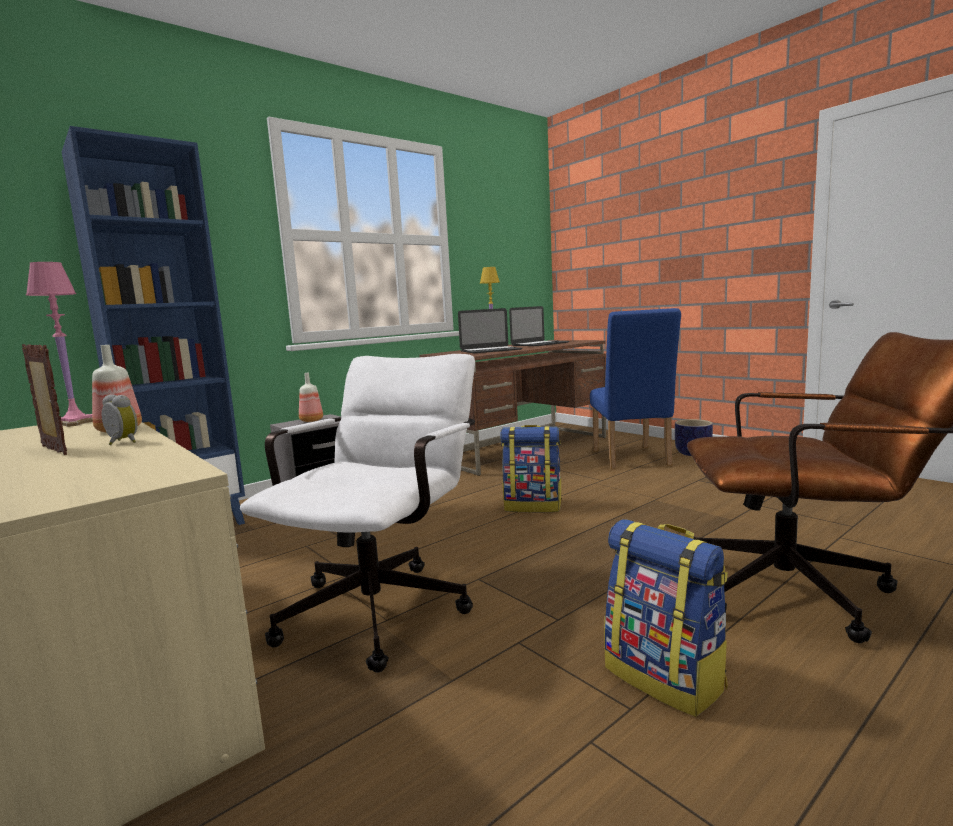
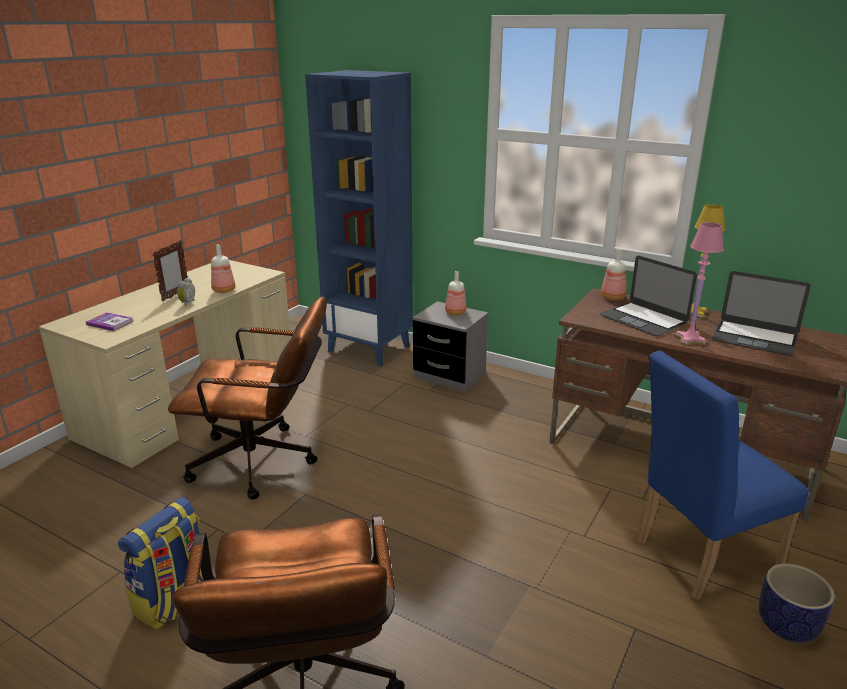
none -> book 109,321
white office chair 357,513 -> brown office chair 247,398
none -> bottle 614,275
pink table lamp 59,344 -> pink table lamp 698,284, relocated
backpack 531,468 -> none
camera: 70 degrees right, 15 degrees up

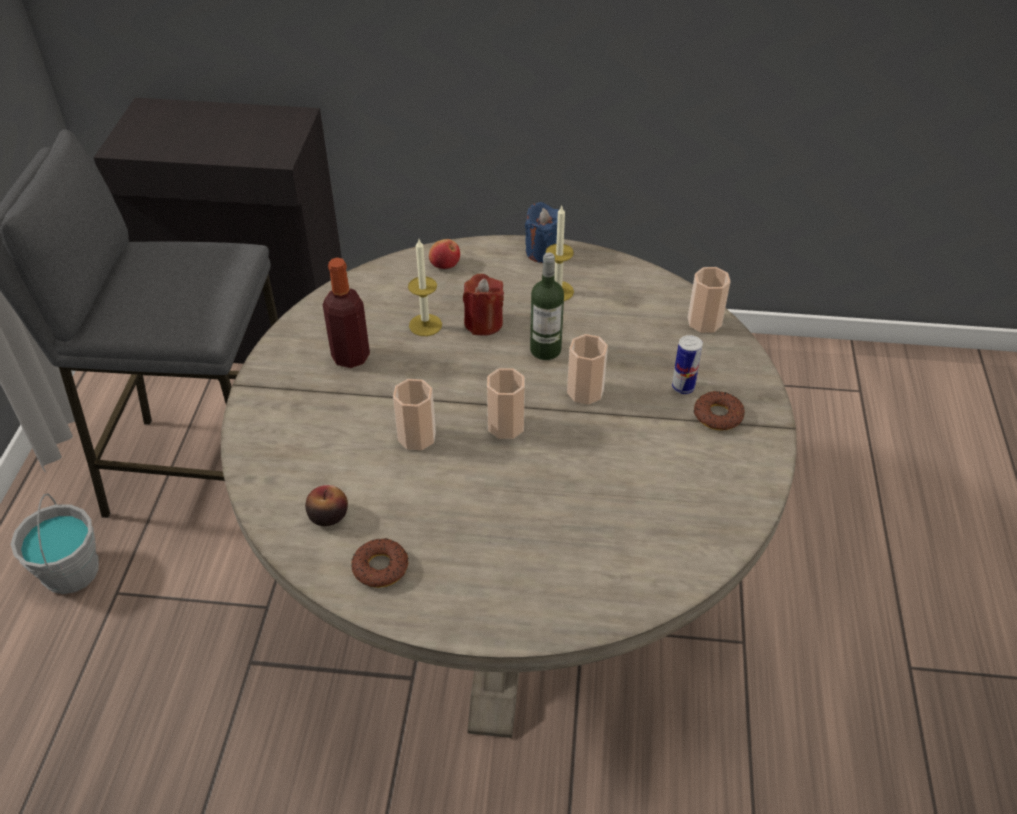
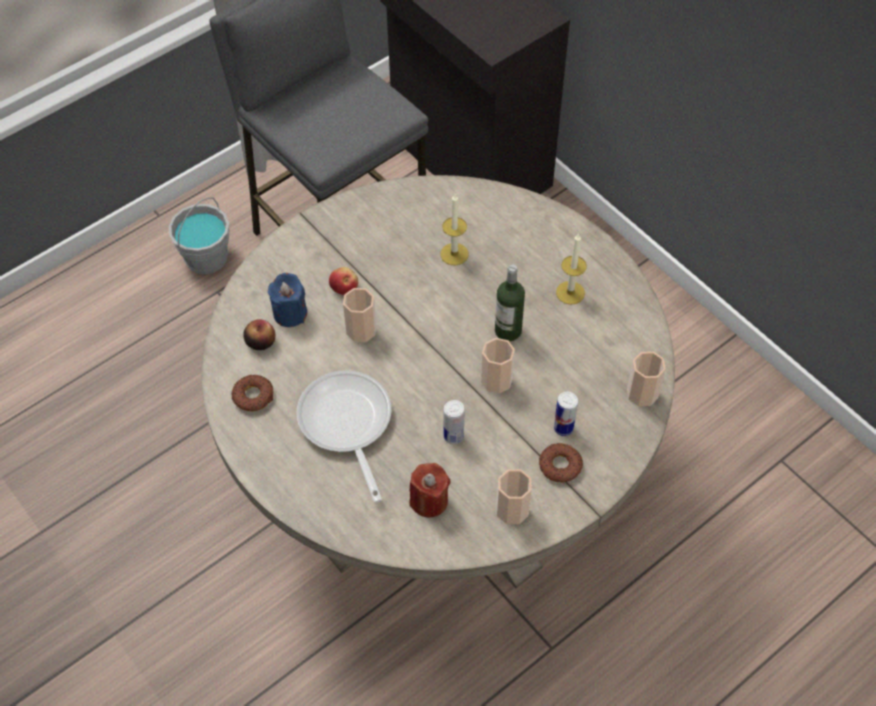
blue candle 542,232 -> blue candle 287,300, relocated
none -> frying pan 344,436
apple 444,254 -> apple 343,281, relocated
red candle 483,305 -> red candle 430,490, relocated
none -> can 454,422
cup 506,403 -> cup 514,496, relocated
bottle 346,313 -> none
camera: 45 degrees right, 10 degrees up

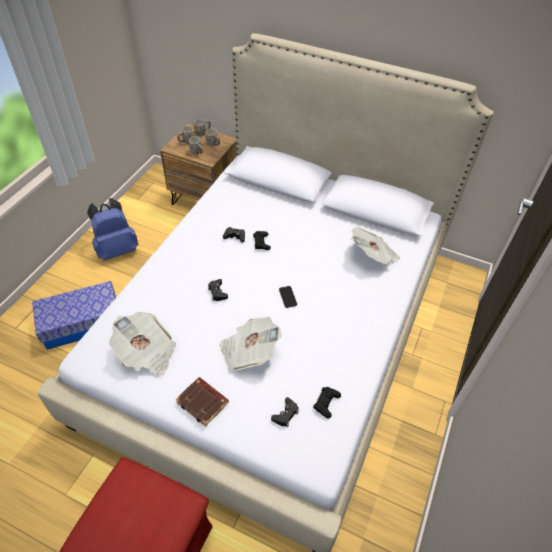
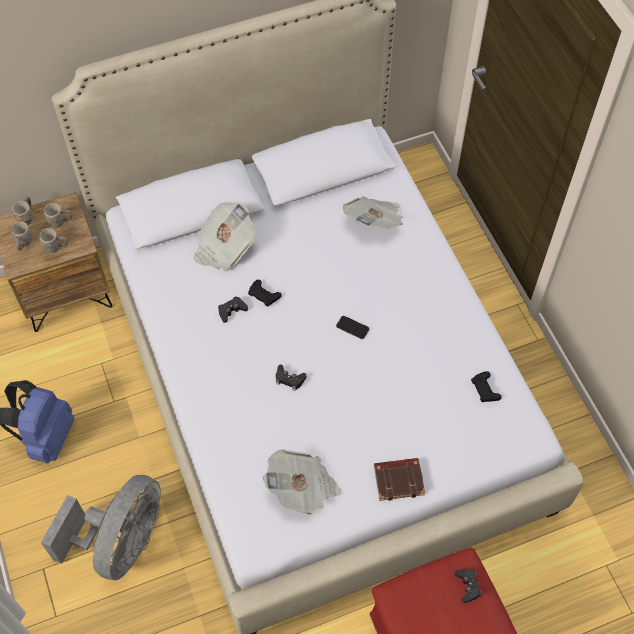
storage box 74,315 -> grey fan 101,527
newspaper 250,343 -> newspaper 225,237, relocated
black game controller 285,412 -> black game controller 468,586, relocated
camera: 45 degrees left, 10 degrees up

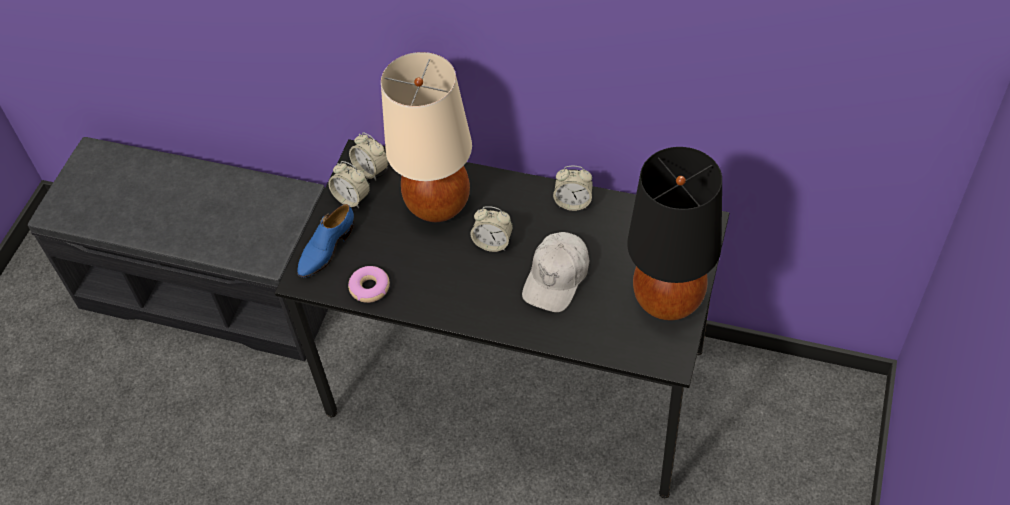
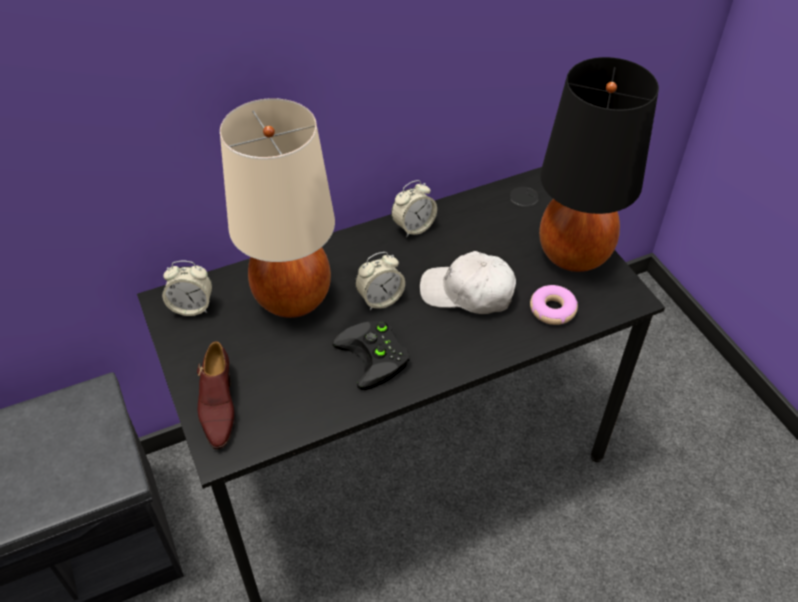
blue shoe 325,241 -> brown shoe 216,395
none -> black game controller 370,355
white cap 555,272 -> white cap 468,282, 120 degrees clockwise
donut 369,284 -> donut 554,305, relocated
alarm clock 349,184 -> none
camera: 45 degrees left, 5 degrees down

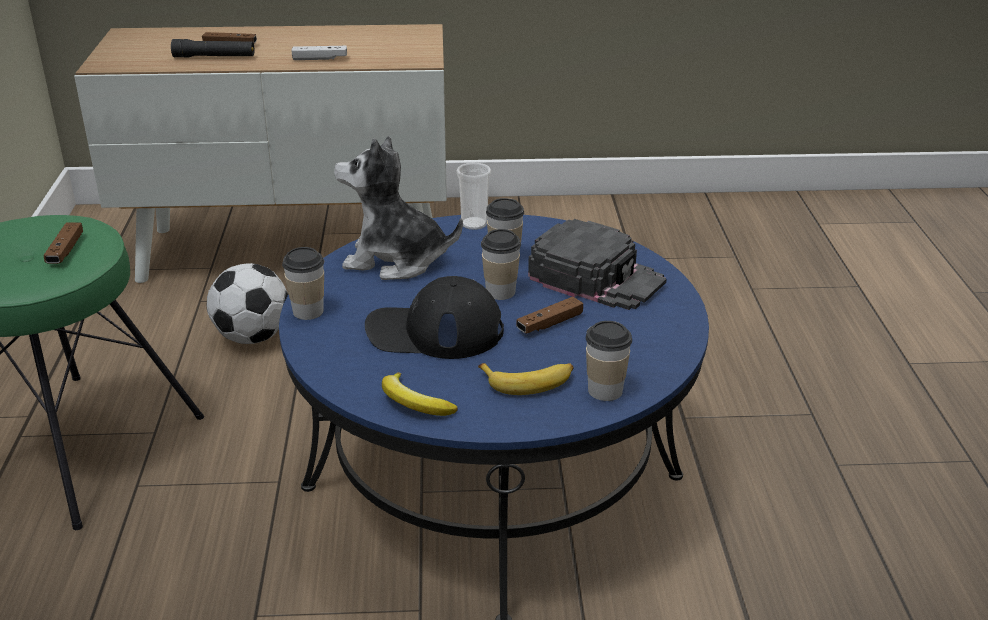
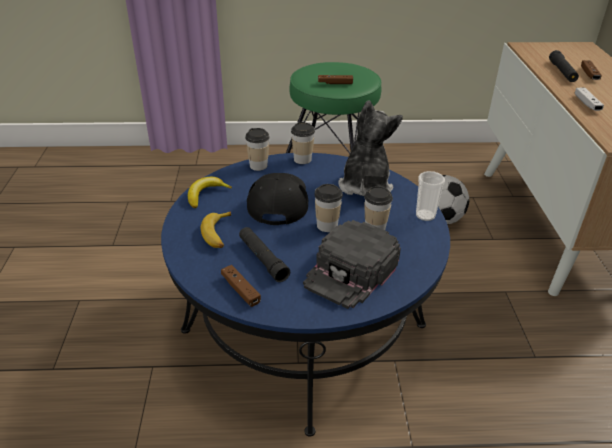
brown game controller 549,315 -> brown game controller 241,286, relocated
none -> black flashlight 264,254
cup 609,361 -> cup 257,149, relocated
camera: 90 degrees right, 5 degrees up

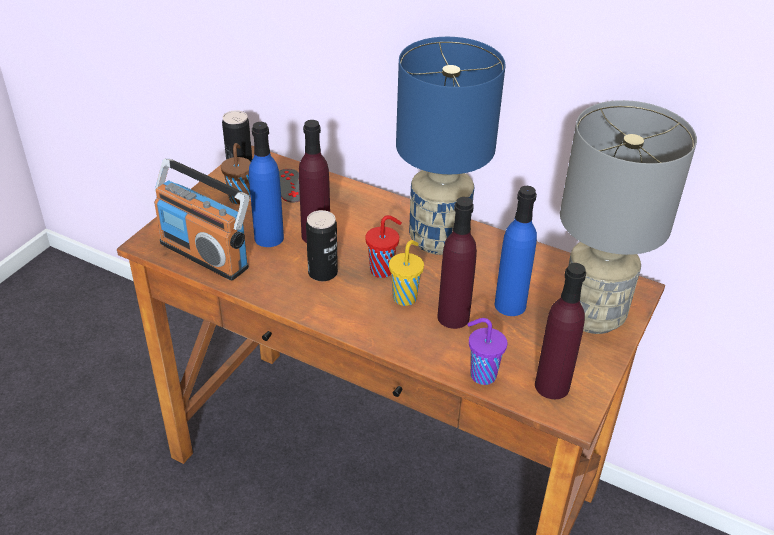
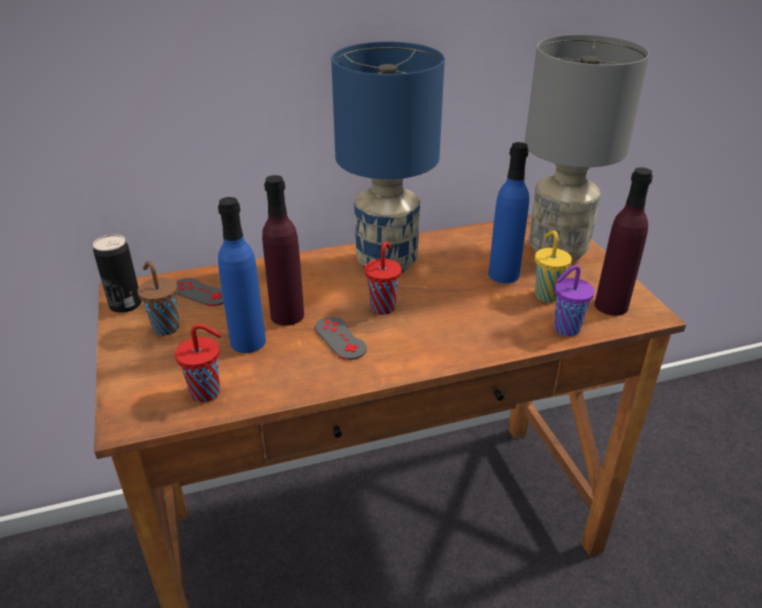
radio 202,220 -> red cup 198,363
can 322,245 -> grey game controller 341,338
yellow cup 406,273 -> yellow cup 553,266, relocated
purple bottle 457,263 -> none
camera: 45 degrees left, 5 degrees down

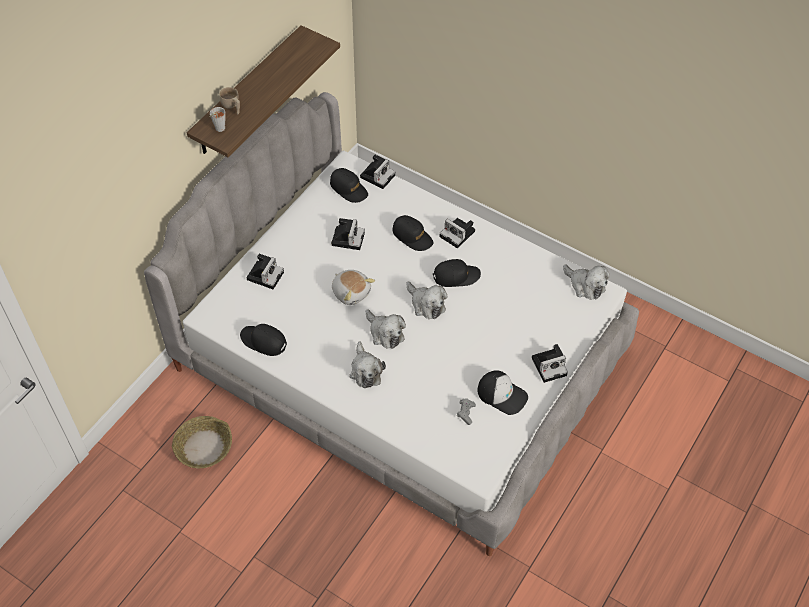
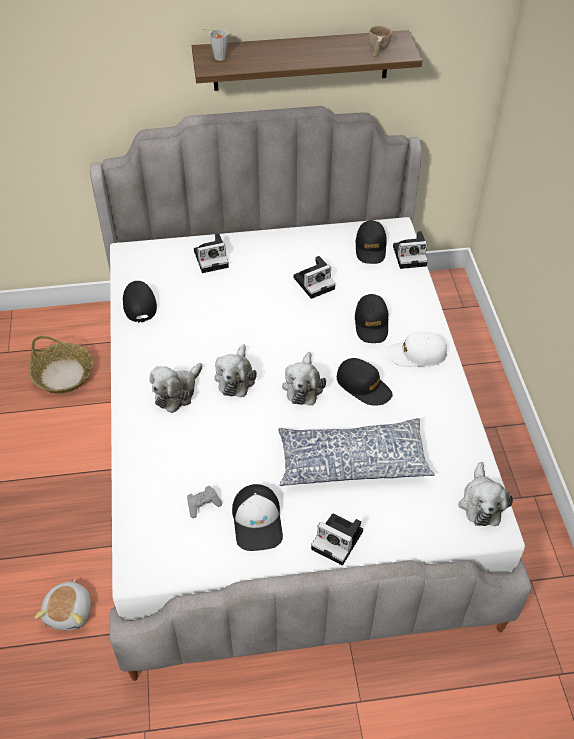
plush toy 353,287 -> plush toy 62,604, relocated
none -> pillow 356,452
beige cup 229,100 -> beige cup 380,41, relocated
photo camera 457,233 -> white cap 416,349
camera: 50 degrees right, 5 degrees down

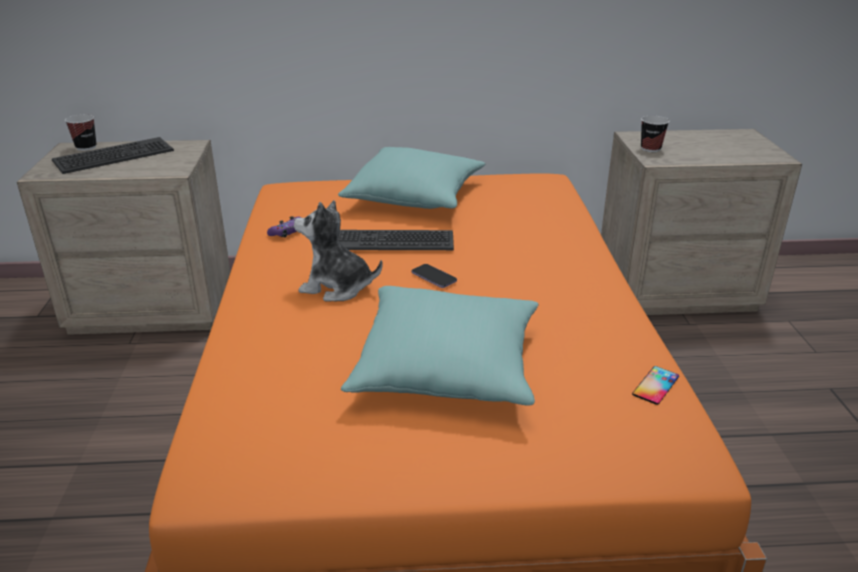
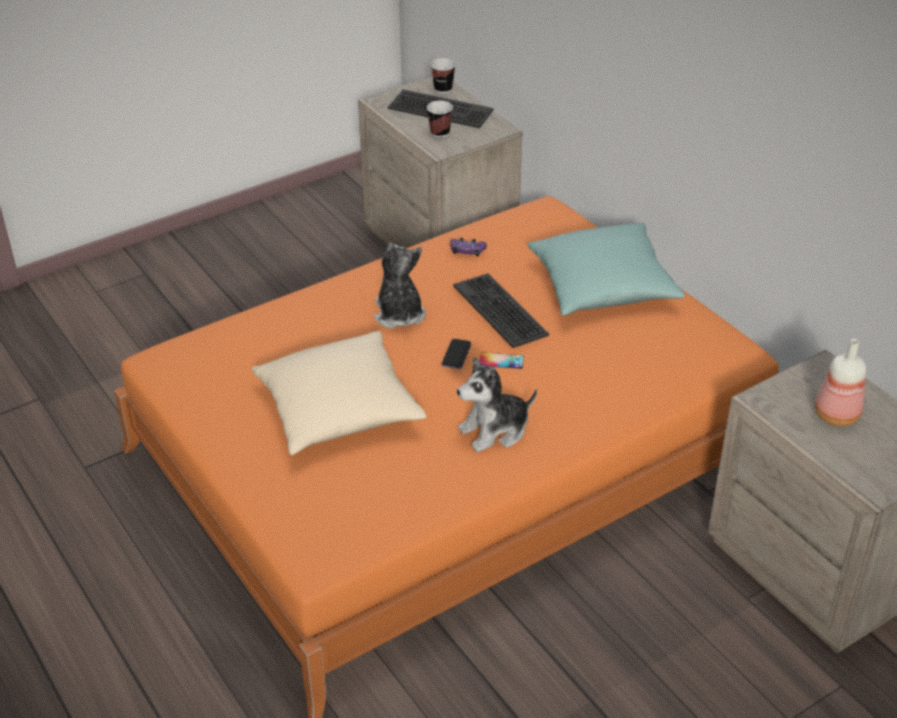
turquoise pillow 440,346 -> beige pillow 339,393
cup 655,134 -> cup 440,119, relocated
none -> plush toy 497,404
phone 655,385 -> phone 502,360, relocated
none -> bottle 840,382
camera: 60 degrees right, 10 degrees up

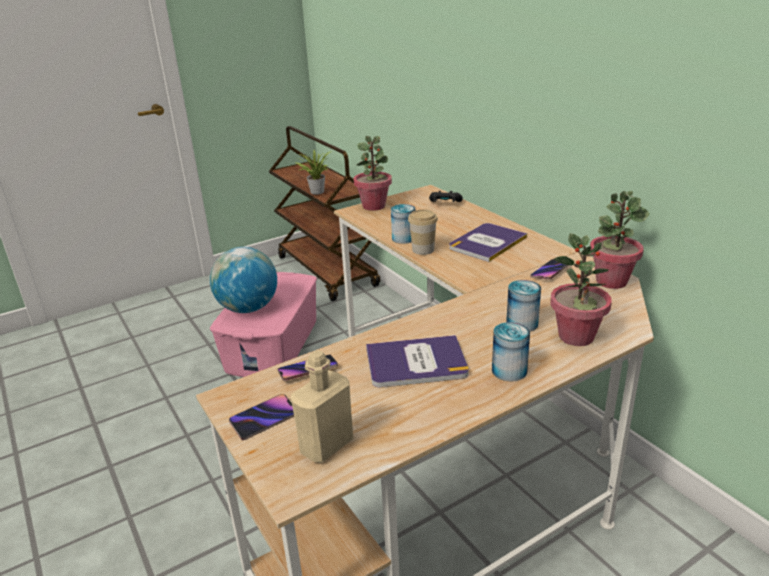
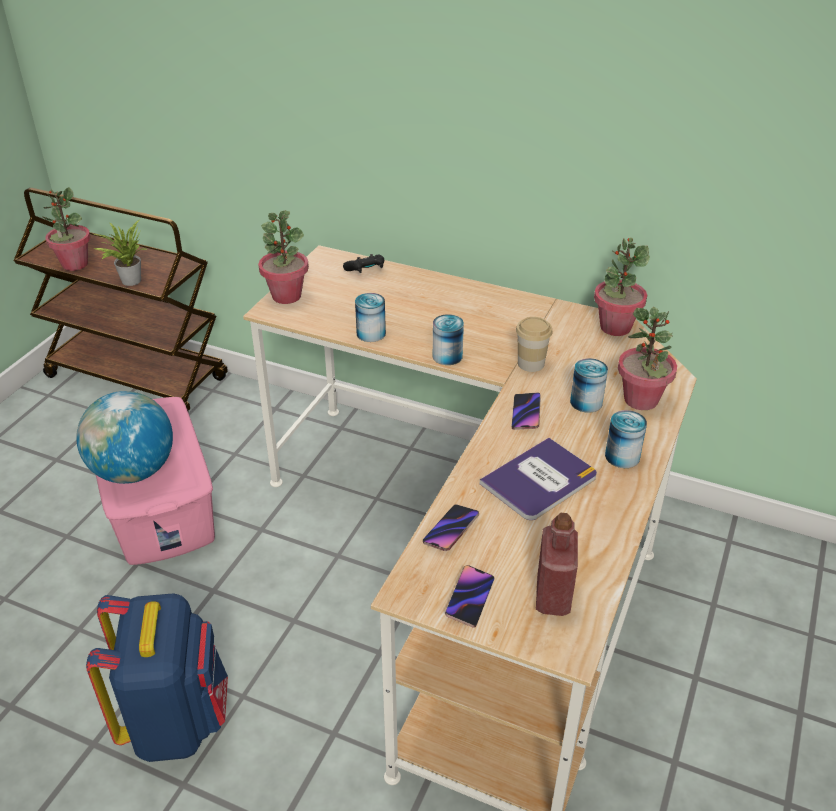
none -> potted plant 66,229
none -> blue backpack 157,677
none -> can 448,339
phone 550,269 -> phone 526,411, relocated
cup 423,232 -> cup 534,344, relocated
beige bottle 322,406 -> red bottle 557,564
book 488,242 -> none
camera: 35 degrees left, 10 degrees up

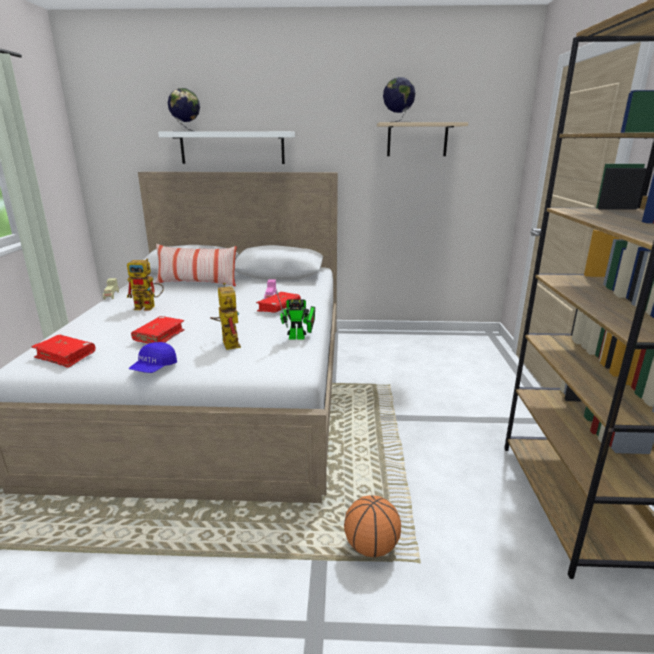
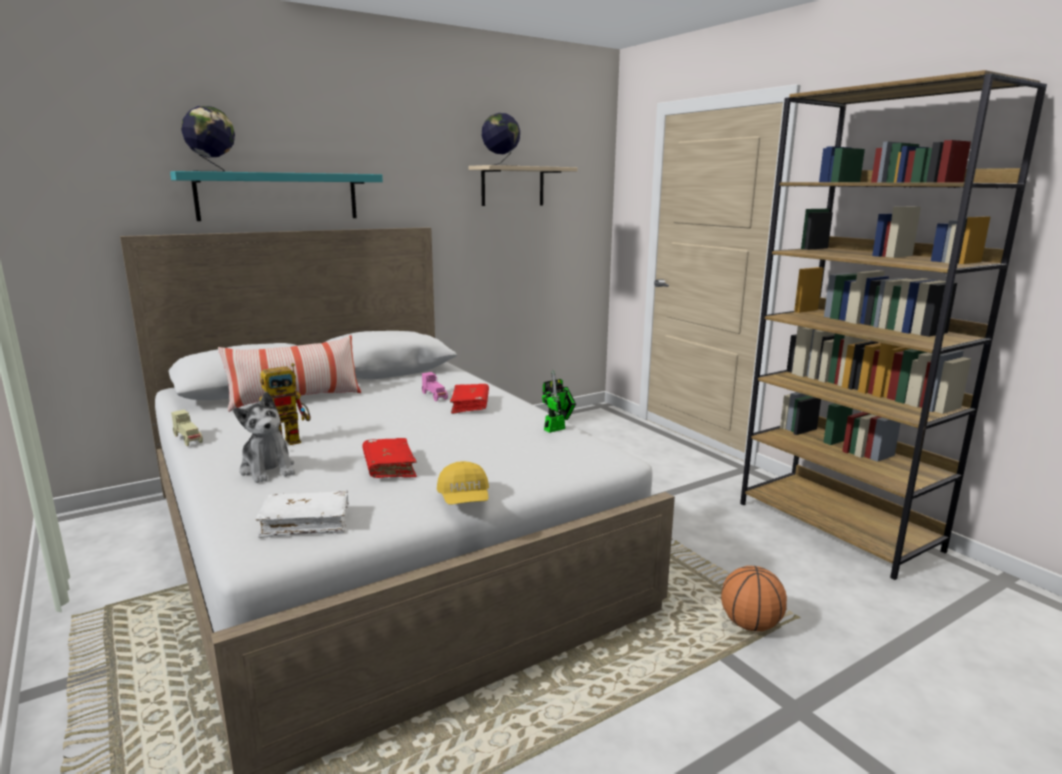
white shelf 226,147 -> turquoise shelf 276,196
none -> plush toy 264,437
red book 63,351 -> white book 302,514
blue cap 153,357 -> yellow cap 463,482
toy robot 225,316 -> none
camera: 35 degrees left, 5 degrees down

